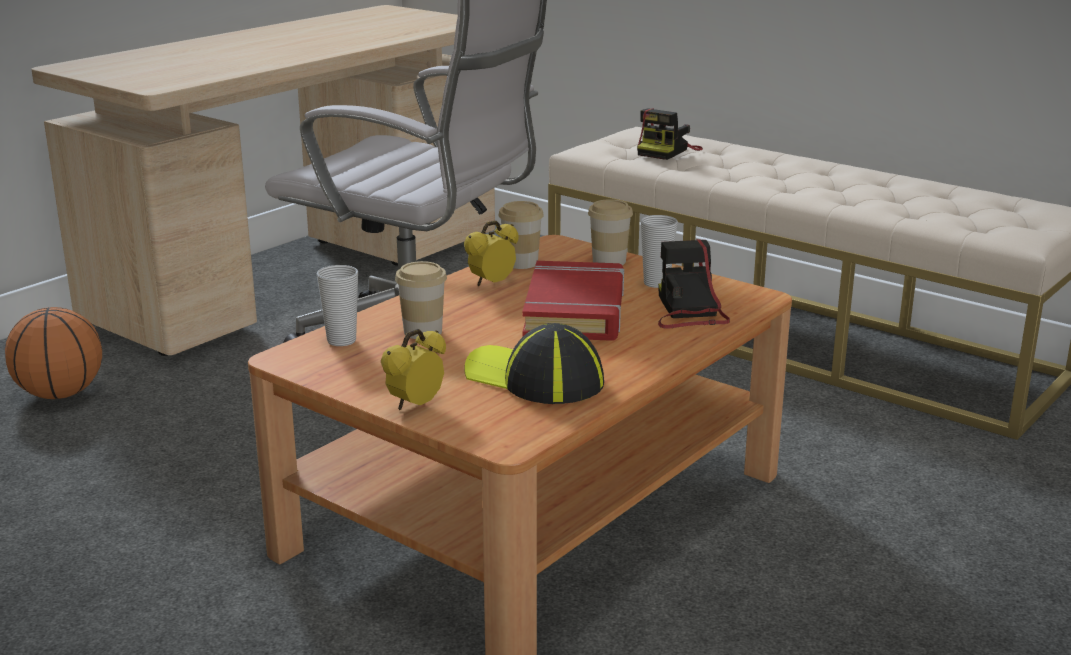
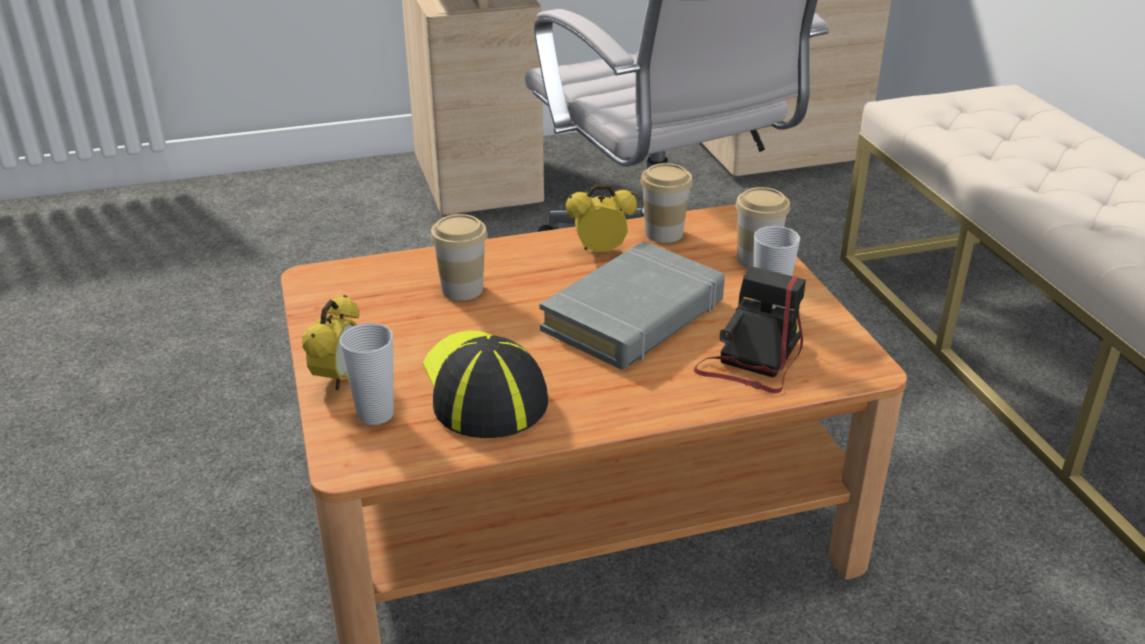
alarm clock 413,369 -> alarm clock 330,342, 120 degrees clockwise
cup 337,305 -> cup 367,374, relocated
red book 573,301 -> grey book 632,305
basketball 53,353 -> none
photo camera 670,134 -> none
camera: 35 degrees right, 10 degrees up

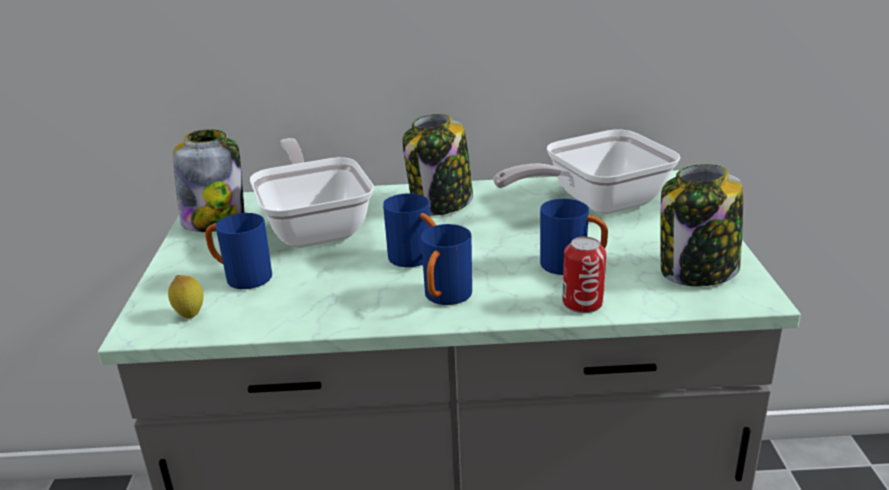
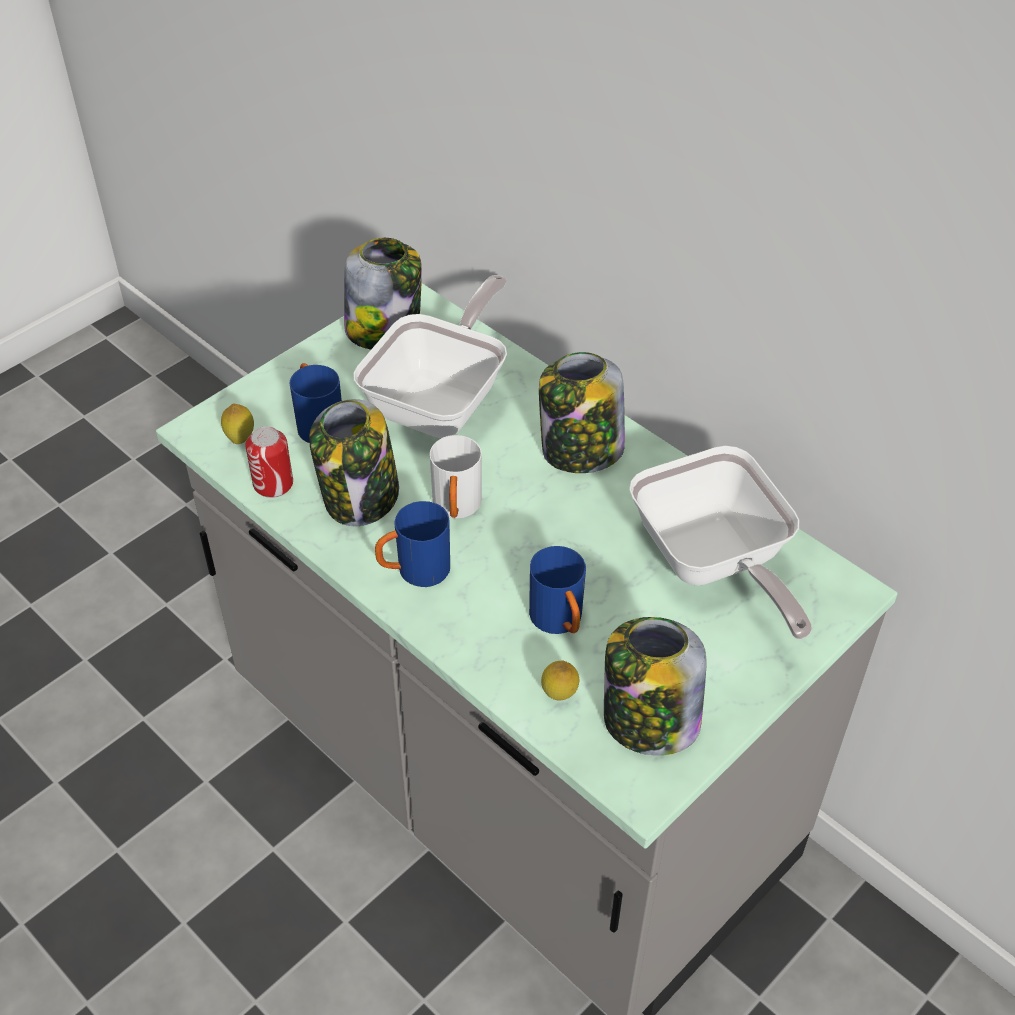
can 584,275 -> can 269,462, relocated
none -> jar 354,462
blue mug 409,230 -> white mug 456,477
none -> lemon 560,680
frying pan 586,171 -> frying pan 720,542, 135 degrees counterclockwise
camera: 45 degrees right, 20 degrees up

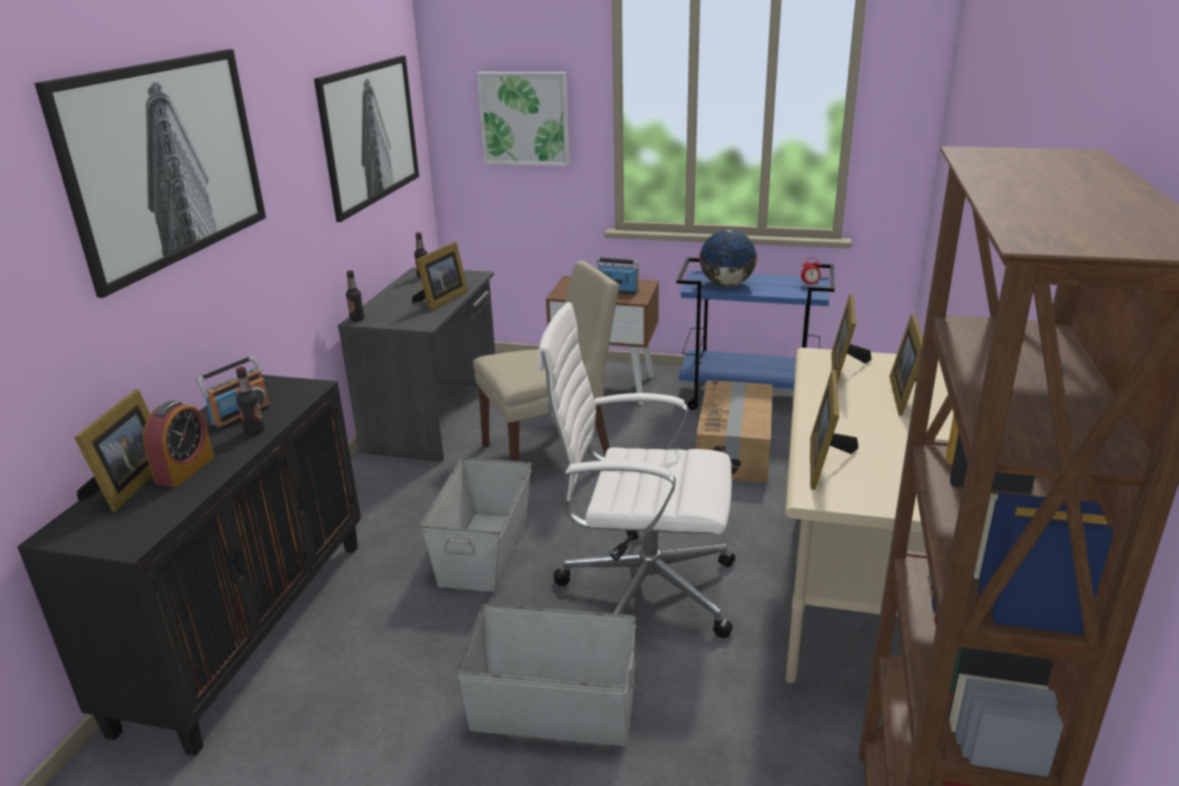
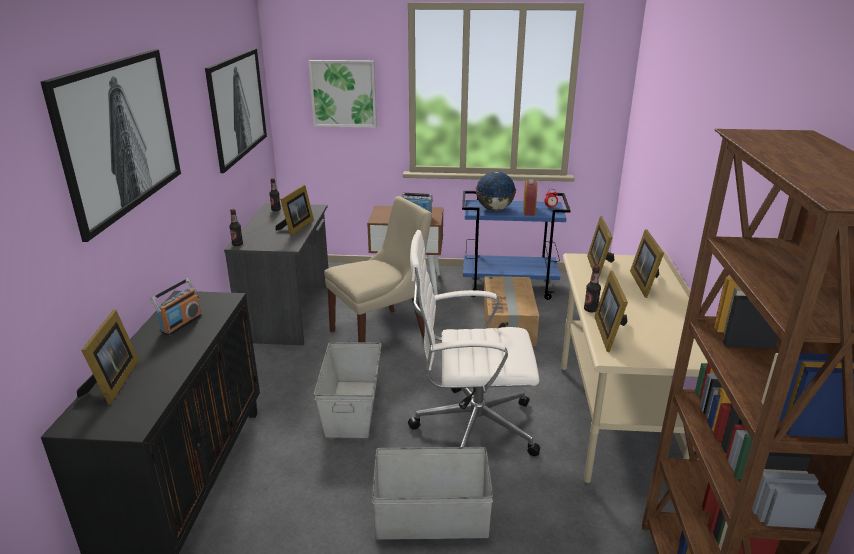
alarm clock 178,444 -> alarm clock 530,197, relocated
bottle 250,401 -> bottle 592,289, relocated
camera: 10 degrees left, 0 degrees up

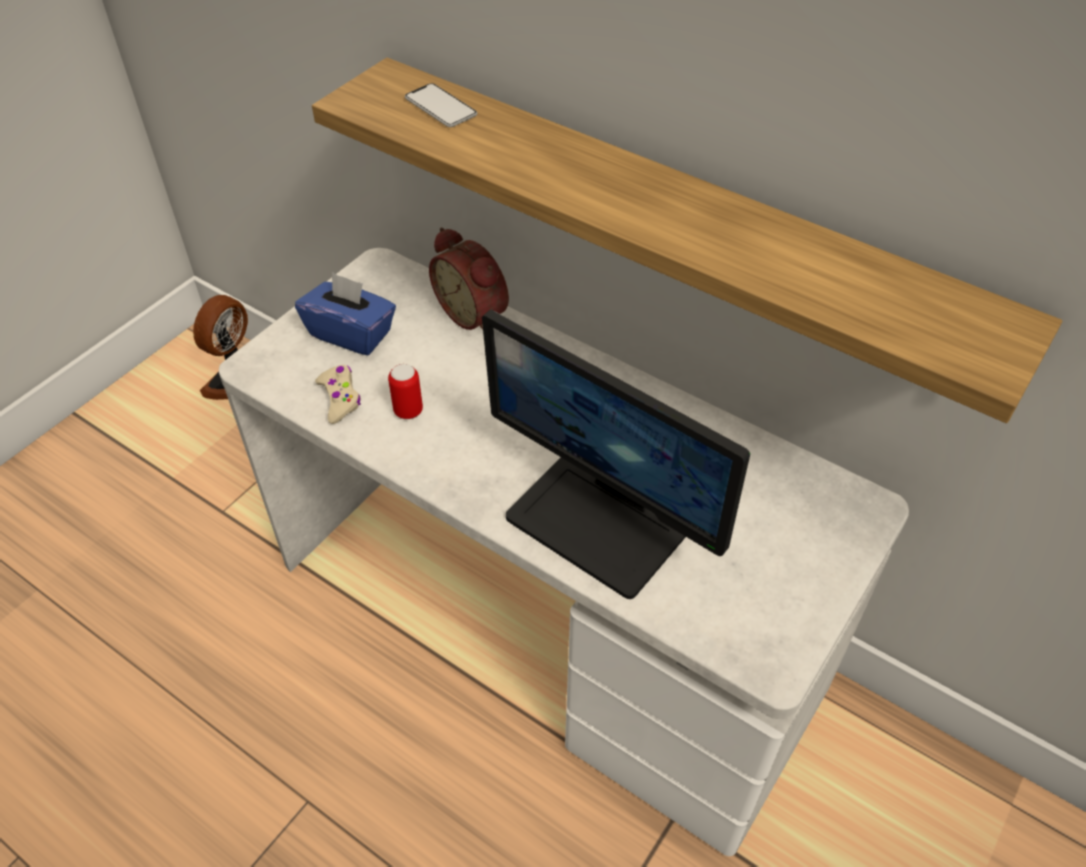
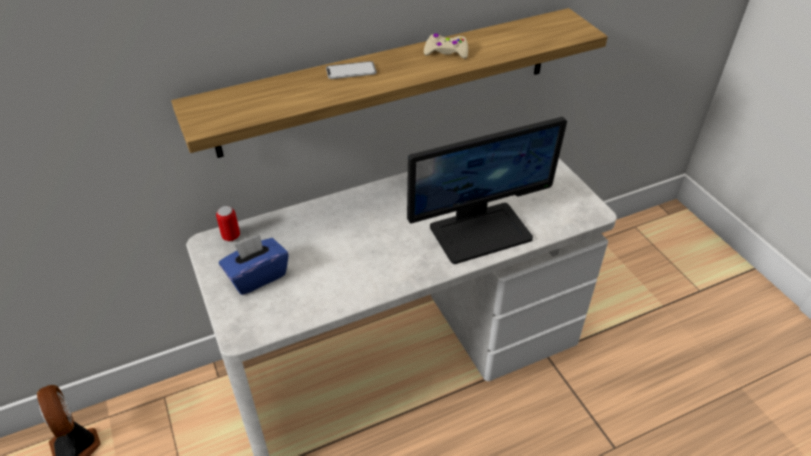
can 405,391 -> can 228,223, relocated
phone 441,105 -> phone 351,70, relocated
beige game controller 338,394 -> beige game controller 446,46, relocated
alarm clock 469,279 -> none
camera: 60 degrees left, 5 degrees down

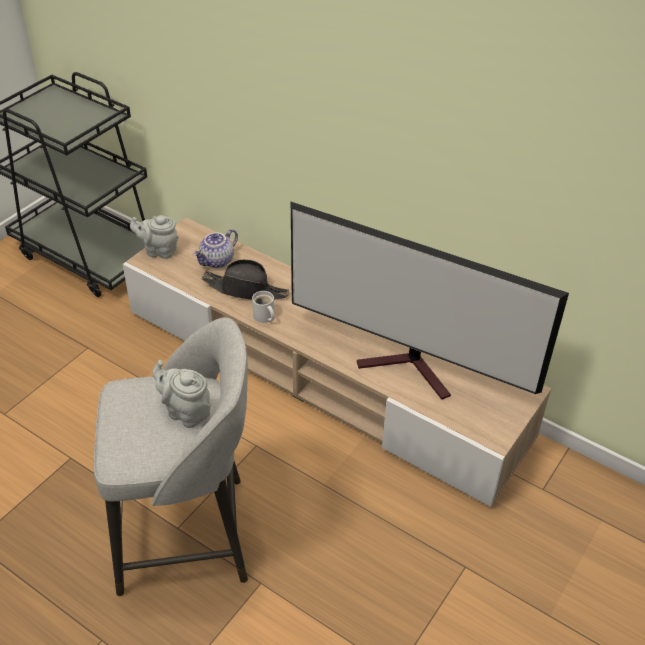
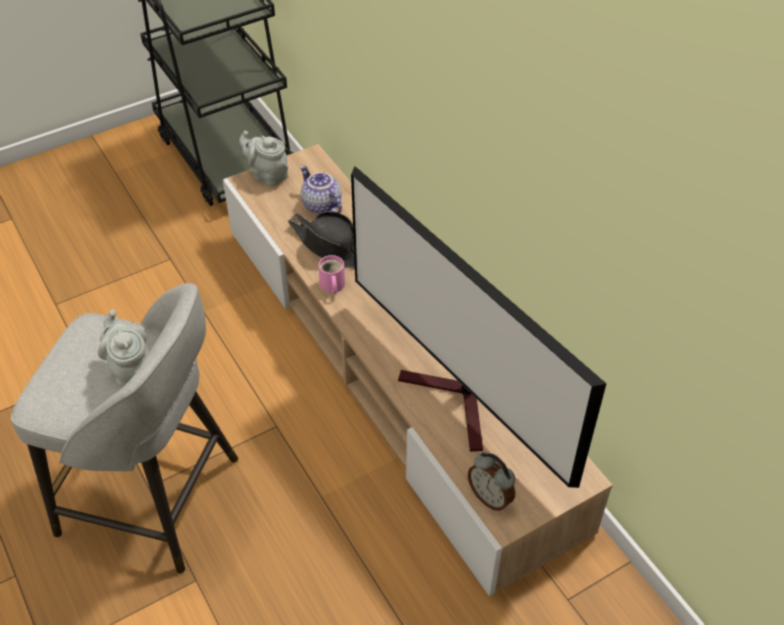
teapot 215,248 -> teapot 321,189, 75 degrees clockwise
white mug 263,307 -> pink mug 331,274
none -> alarm clock 491,481
camera: 25 degrees right, 5 degrees up

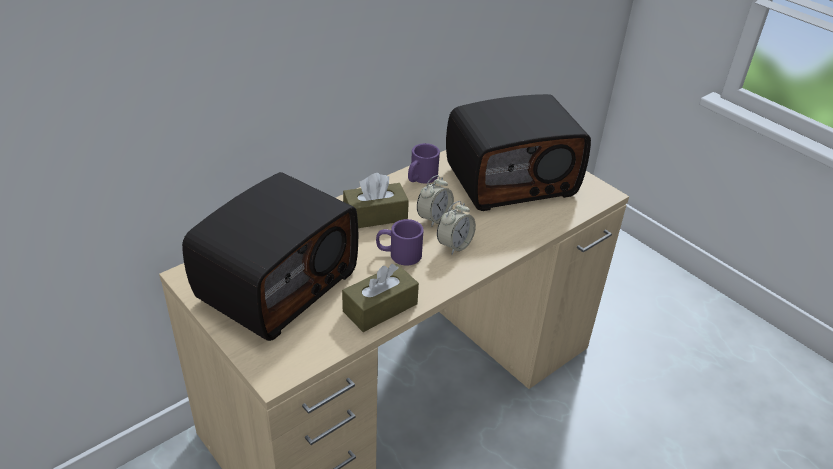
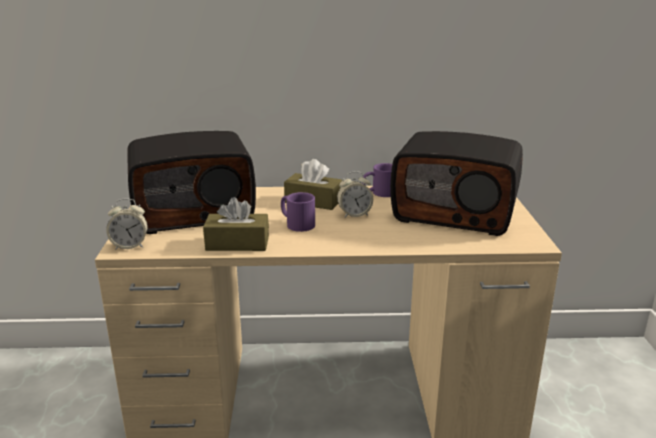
alarm clock 456,227 -> alarm clock 126,224, relocated
camera: 40 degrees right, 15 degrees down

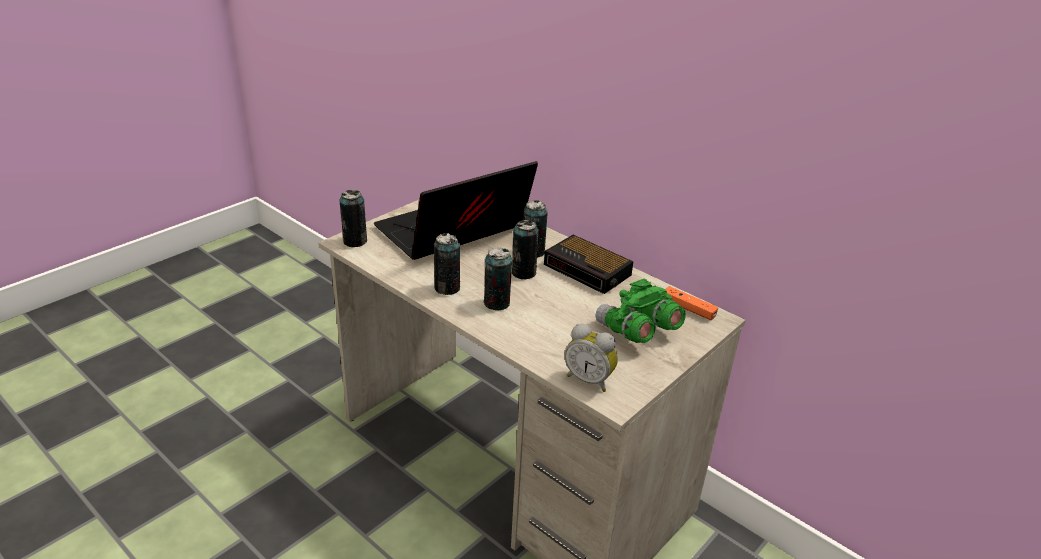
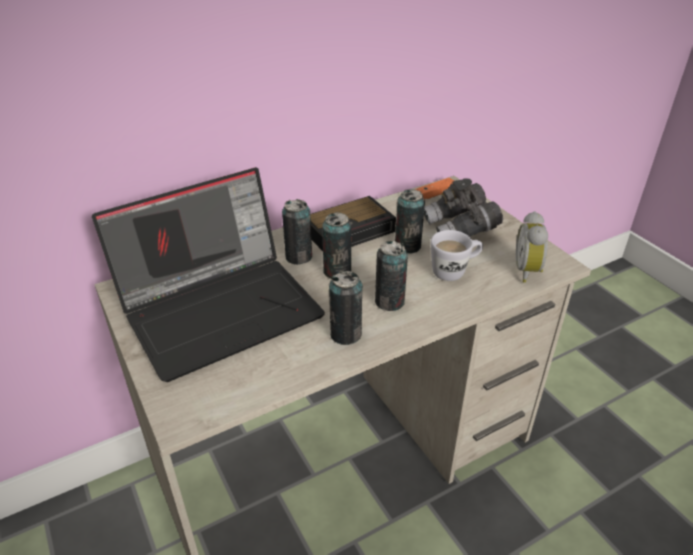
laptop 456,210 -> laptop 208,274, 105 degrees counterclockwise
can 353,219 -> can 410,221, relocated
green binoculars 641,311 -> grey binoculars 463,208
none -> white mug 457,255
alarm clock 591,358 -> alarm clock 532,247, 135 degrees clockwise
camera: 70 degrees left, 5 degrees up

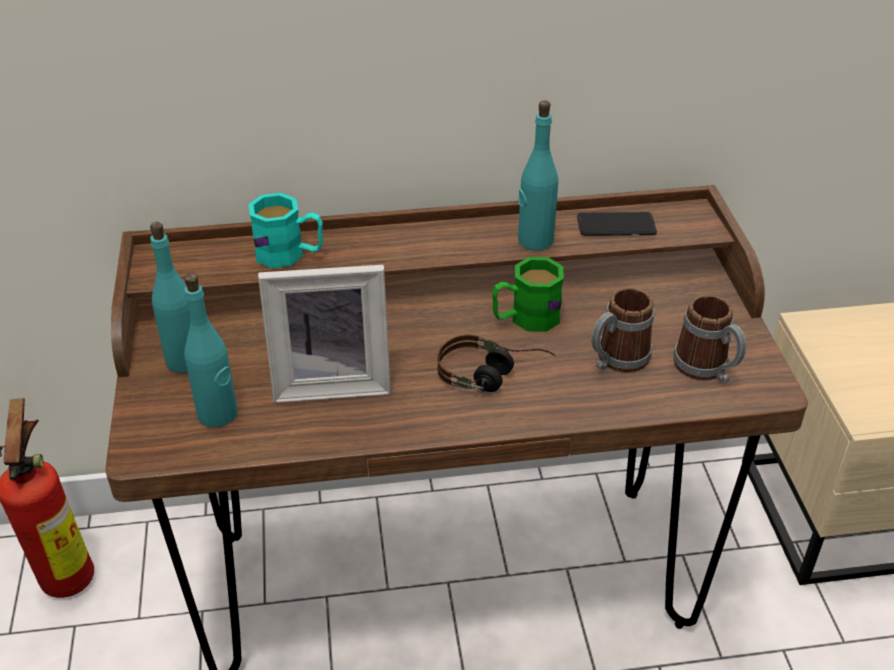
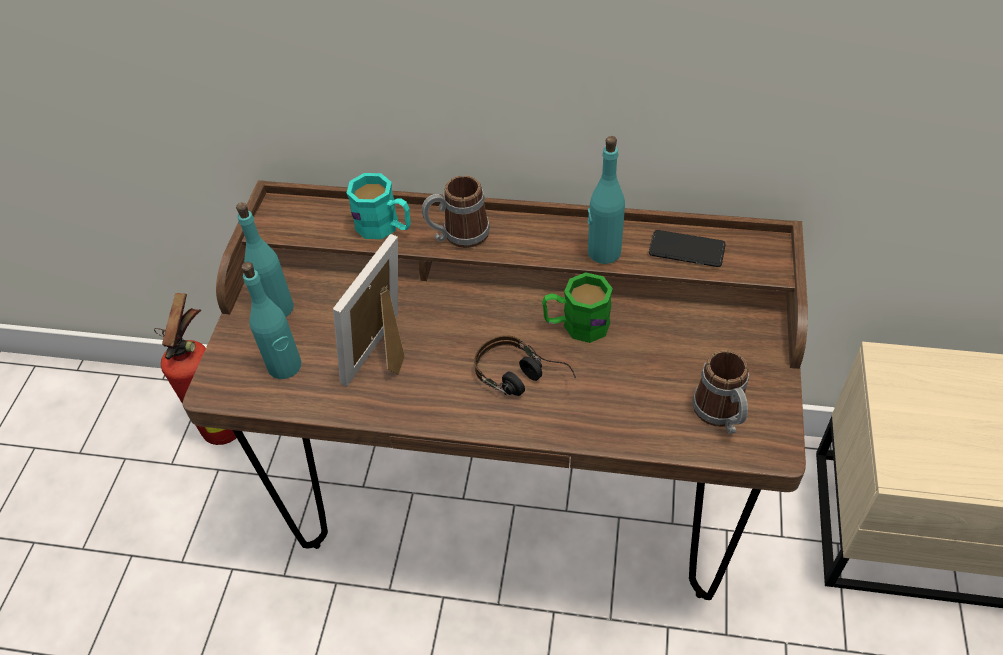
picture frame 324,334 -> picture frame 369,310, 105 degrees clockwise
mug 623,330 -> mug 456,211, relocated
camera: 20 degrees right, 10 degrees up

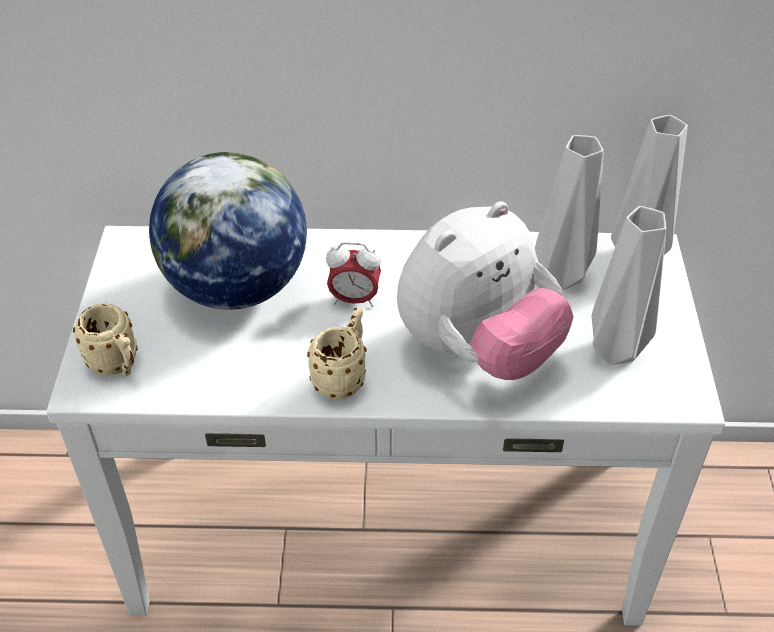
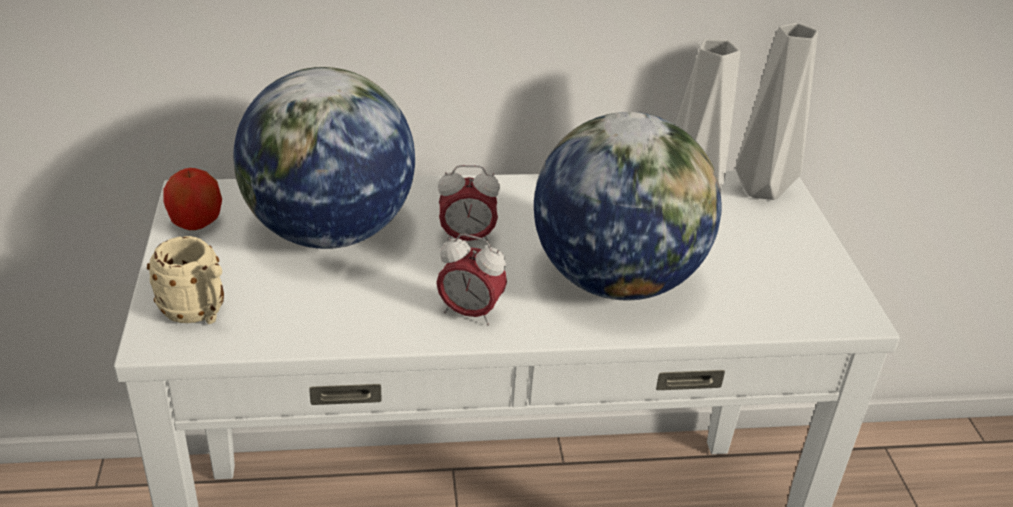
none -> apple 192,199
beige mug 337,353 -> alarm clock 471,280
plush toy 485,290 -> globe 628,206
grey vase 629,285 -> none
camera: 10 degrees left, 10 degrees down

